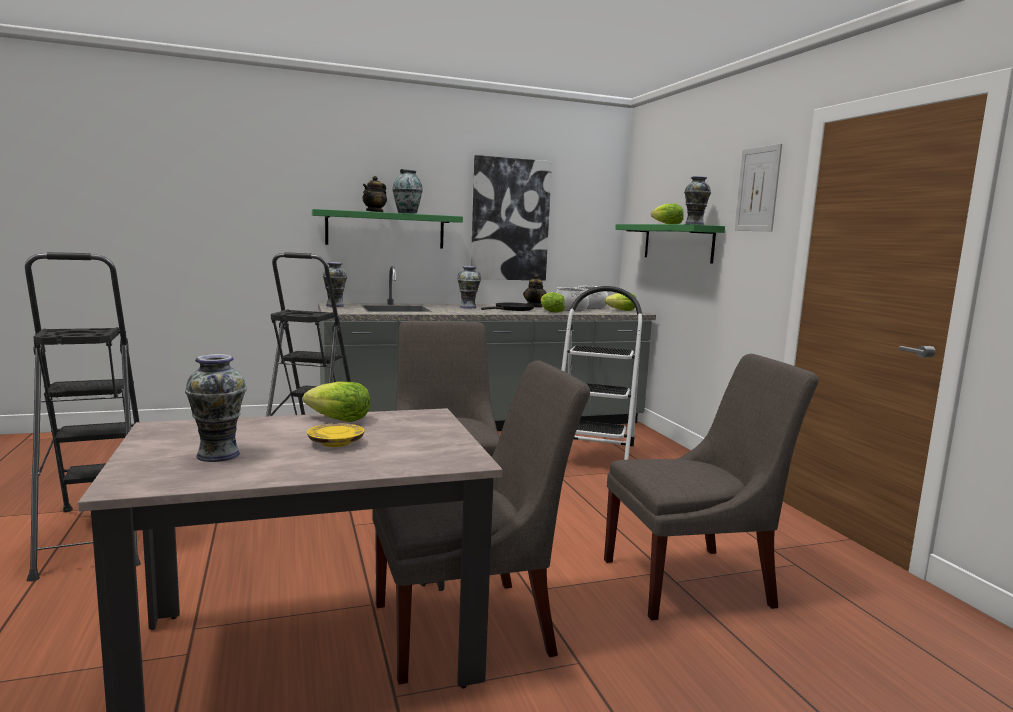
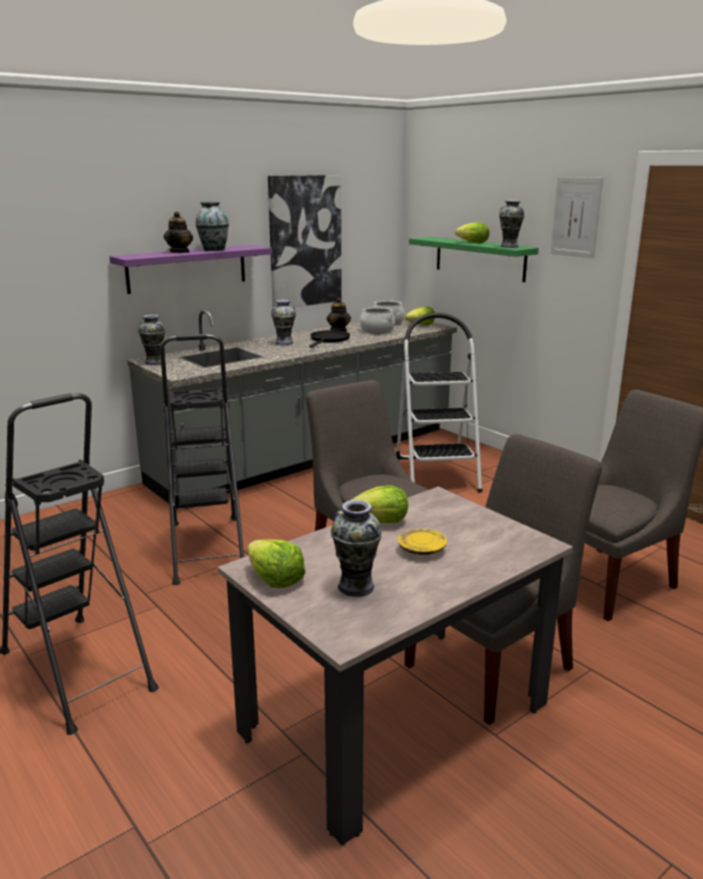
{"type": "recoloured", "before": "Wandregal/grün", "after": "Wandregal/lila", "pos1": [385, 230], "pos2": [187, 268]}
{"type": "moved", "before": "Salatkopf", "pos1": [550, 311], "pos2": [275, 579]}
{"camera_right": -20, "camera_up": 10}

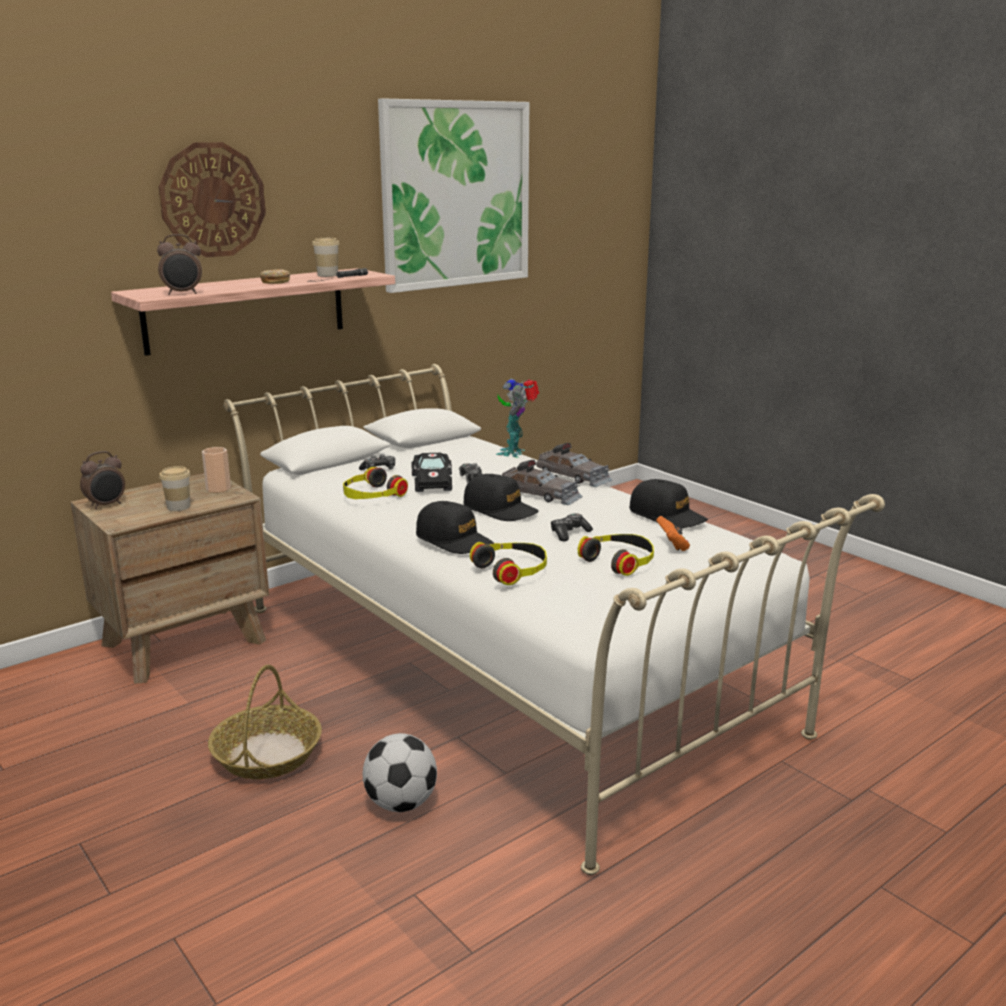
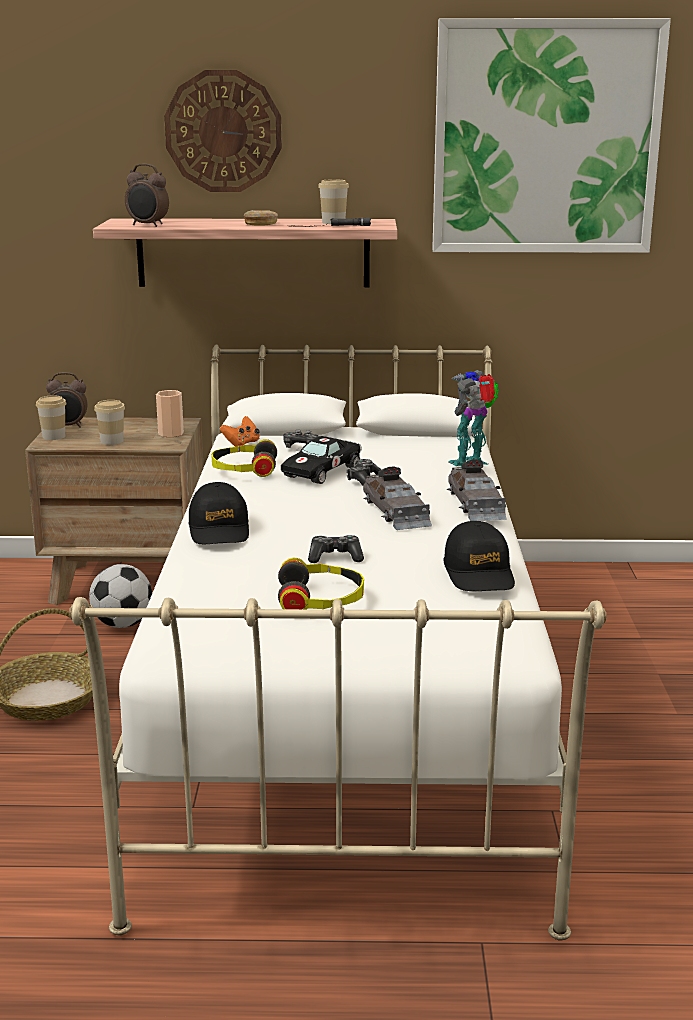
{"type": "moved", "before": "Fußball", "pos1": [400, 803], "pos2": [122, 624]}
{"type": "removed", "before": "Kappe/schwarz", "pos1": [500, 509]}
{"type": "removed", "before": "Kopfhörer", "pos1": [512, 570]}
{"type": "moved", "before": "Gamepad/orange", "pos1": [673, 546], "pos2": [241, 444]}
{"type": "added", "after": "Tasse", "pos2": [54, 436]}
{"camera_right": 40, "camera_up": 0}

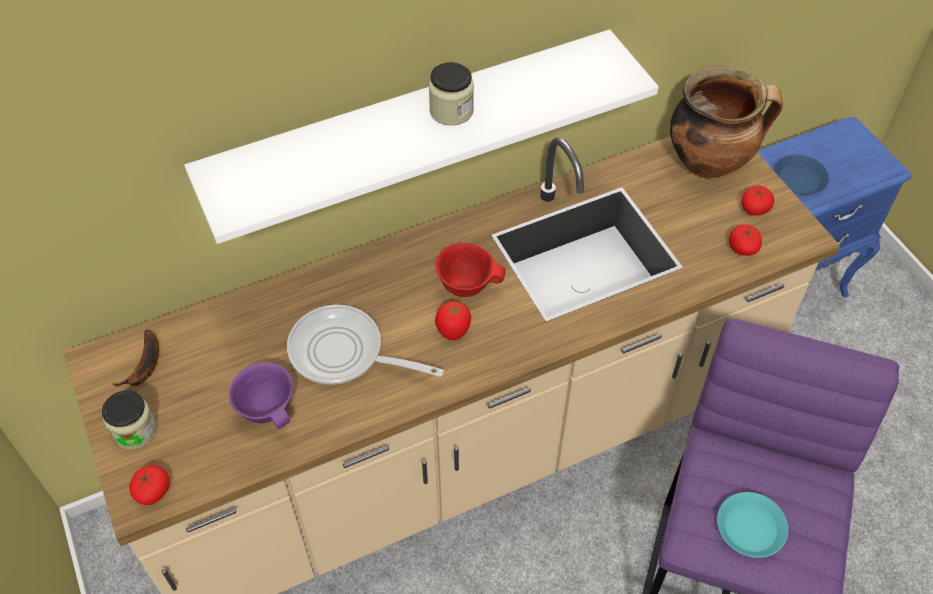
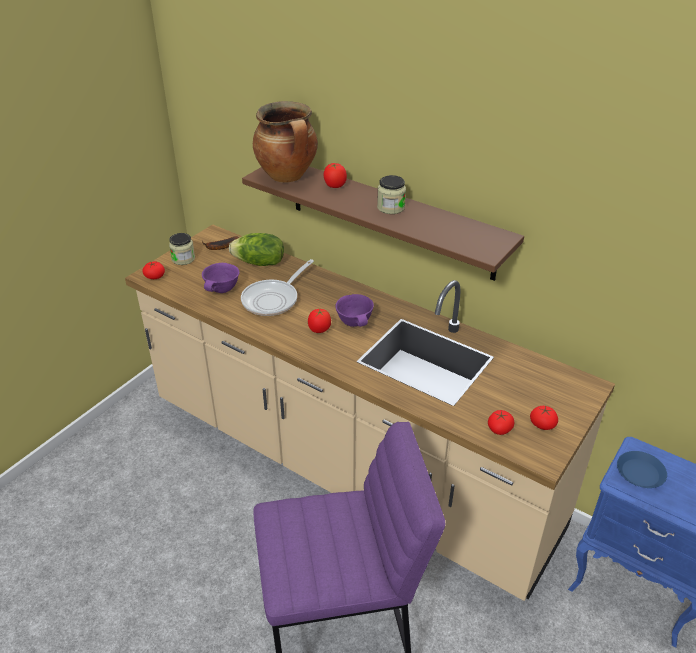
{"type": "recoloured", "before": "Wandregal/weiß", "after": "Wandregal/braun", "pos1": [411, 126], "pos2": [390, 217]}
{"type": "turned", "before": "Pfanne", "pos1": [344, 353], "pos2": [273, 299], "turn": -135}
{"type": "recoloured", "before": "Schüssel/rot", "after": "Schüssel/lila", "pos1": [466, 285], "pos2": [355, 323]}
{"type": "moved", "before": "Kochtopf", "pos1": [710, 162], "pos2": [288, 176]}
{"type": "removed", "before": "Teller/türkis", "pos1": [750, 527]}
{"type": "added", "after": "Salatkopf", "pos2": [259, 263]}
{"type": "added", "after": "Tomate", "pos2": [334, 186]}
{"camera_right": 60, "camera_up": -15}

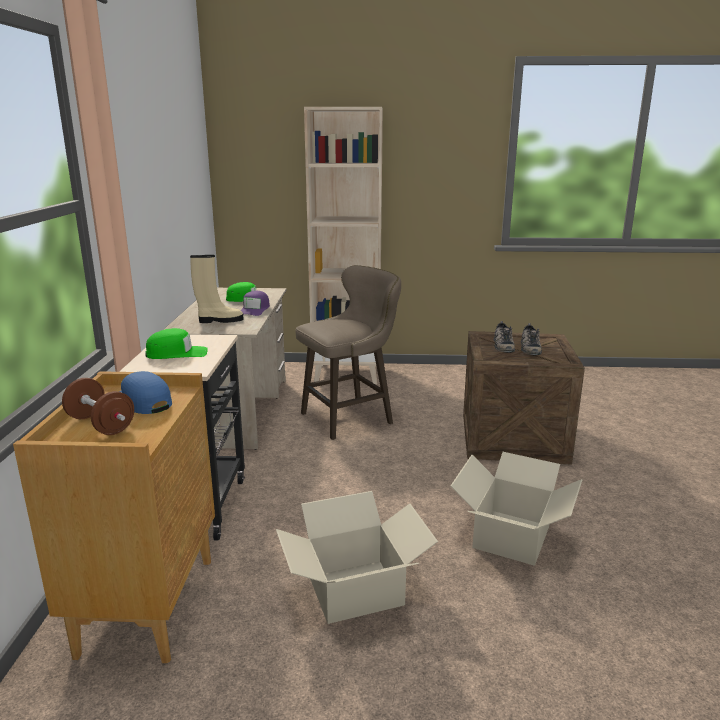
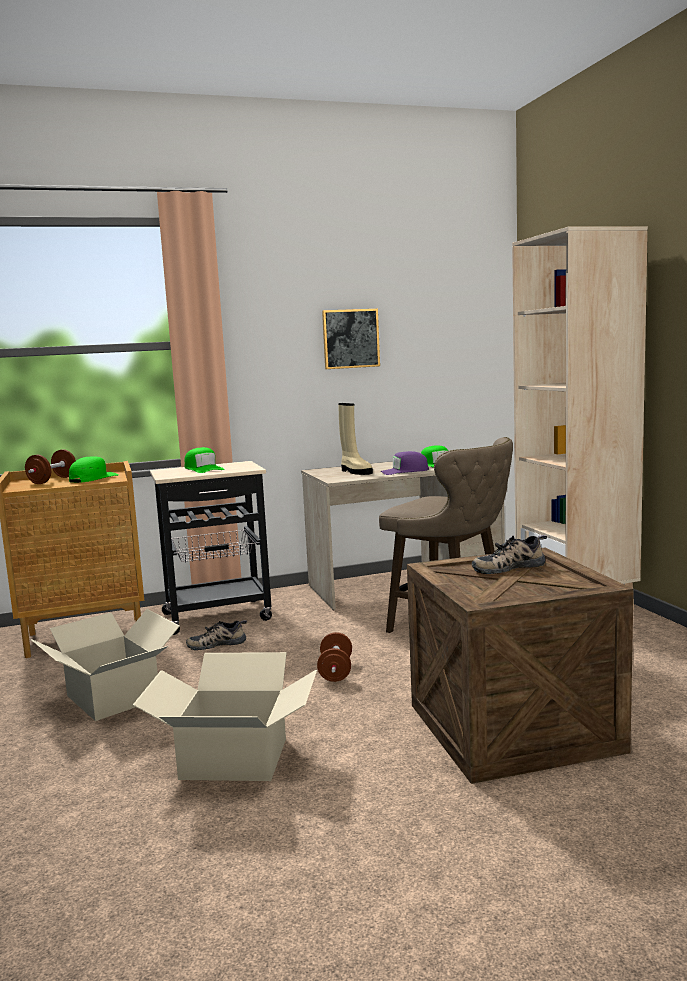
{"type": "recoloured", "before": "Kappe/blau", "after": "Kappe/grün", "pos1": [142, 402], "pos2": [93, 478]}
{"type": "moved", "before": "Schuh", "pos1": [529, 347], "pos2": [217, 643]}
{"type": "added", "after": "Hantel/braun", "pos2": [336, 671]}
{"type": "added", "after": "Bild", "pos2": [350, 338]}
{"camera_right": 70, "camera_up": -10}

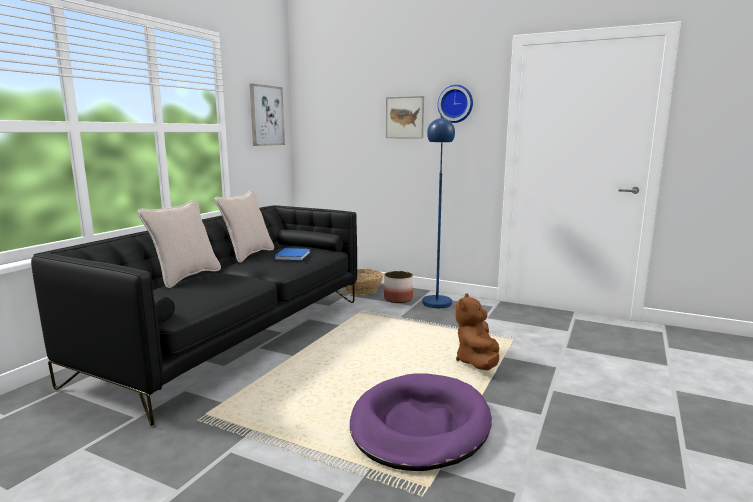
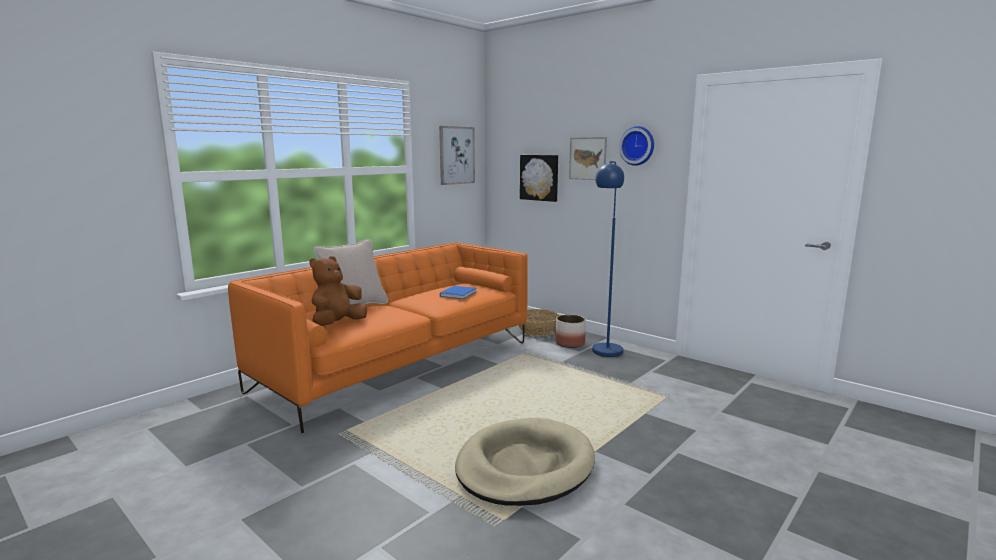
{"type": "recoloured", "before": "Sofa/schwarz", "after": "Sofa/orange", "pos1": [235, 337], "pos2": [400, 366]}
{"type": "removed", "before": "Kissen/beige", "pos1": [248, 255]}
{"type": "recoloured", "before": "Hundebett/lila", "after": "Hundebett/beige", "pos1": [419, 426], "pos2": [524, 466]}
{"type": "moved", "before": "Plüschtier/braun", "pos1": [477, 362], "pos2": [337, 324]}
{"type": "added", "after": "Bild", "pos2": [539, 177]}
{"camera_right": 15, "camera_up": 0}

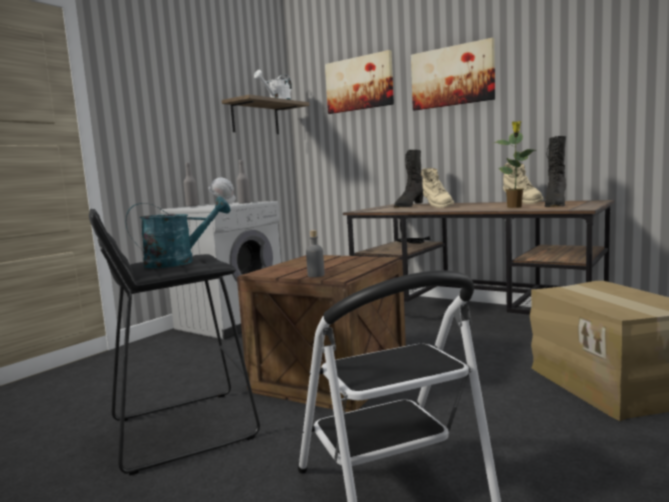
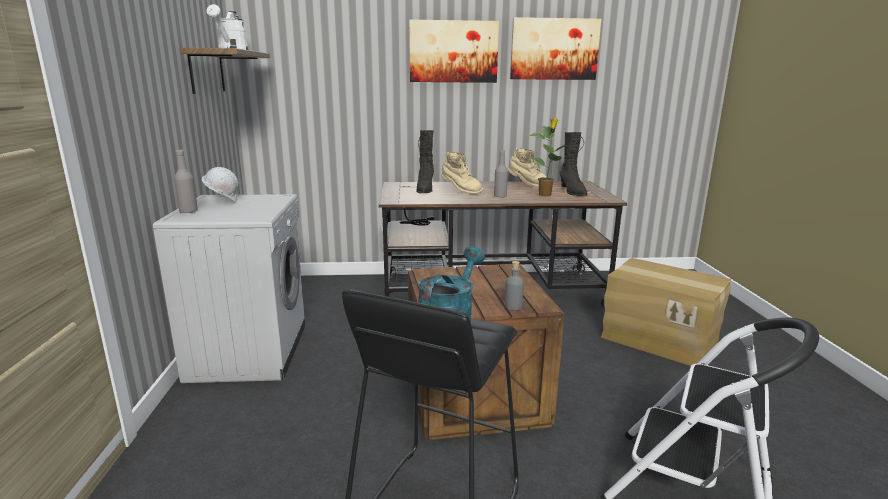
{"type": "moved", "before": "Flasche/grau", "pos1": [244, 203], "pos2": [500, 196]}
{"type": "moved", "before": "Bild", "pos1": [359, 83], "pos2": [554, 49]}
{"camera_right": -40, "camera_up": 10}

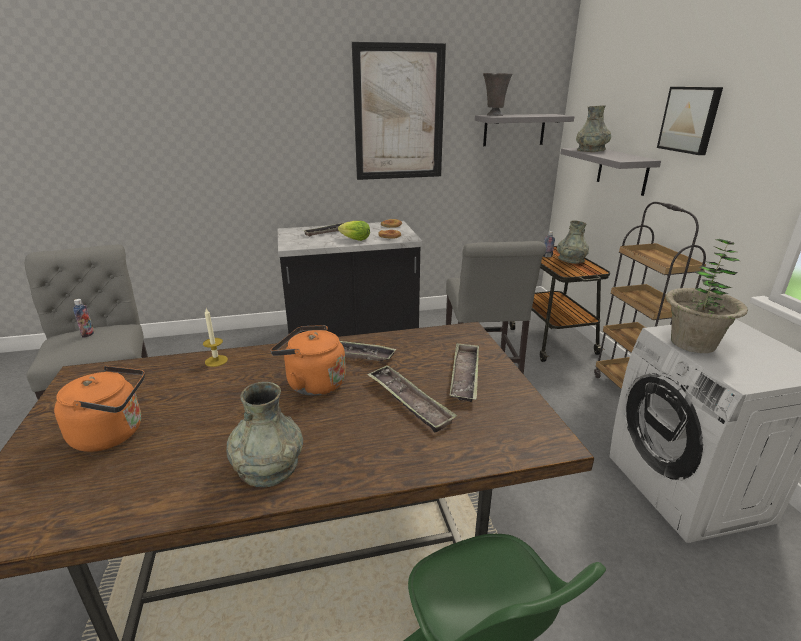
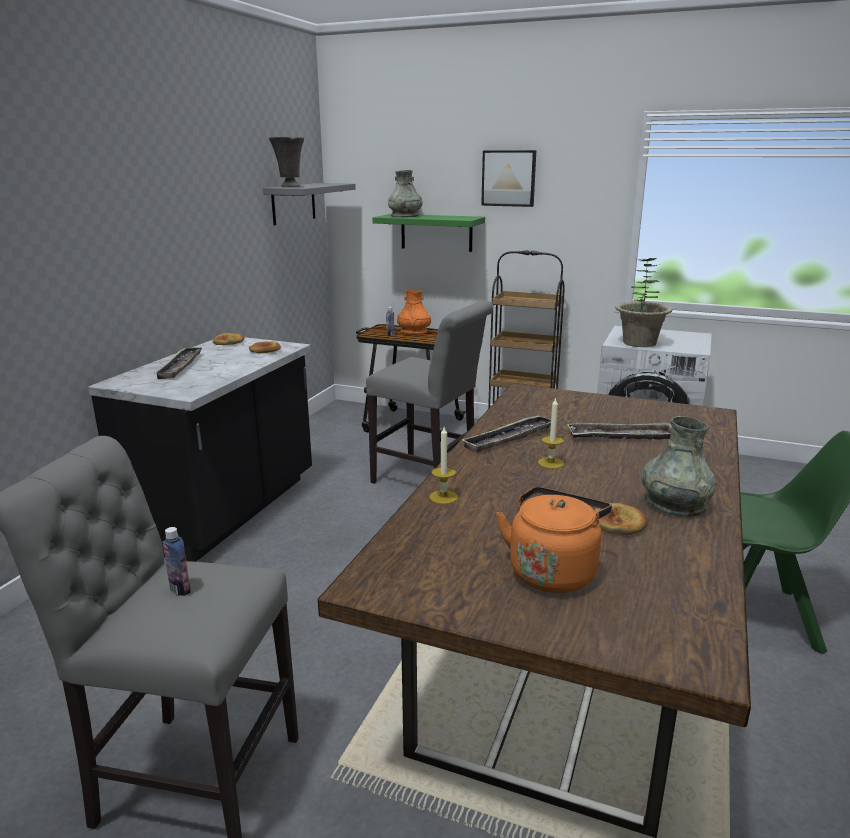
{"type": "replaced", "before": "Wasserkessel/orange", "after": "Kerze", "pos1": [312, 383], "pos2": [551, 463]}
{"type": "removed", "before": "Salatkopf", "pos1": [355, 239]}
{"type": "removed", "before": "Bild", "pos1": [399, 114]}
{"type": "removed", "before": "Tablett", "pos1": [465, 375]}
{"type": "recoloured", "before": "Vase/grau", "after": "Vase/orange", "pos1": [570, 260], "pos2": [414, 332]}
{"type": "recoloured", "before": "Wandregal/grau", "after": "Wandregal/grün", "pos1": [622, 171], "pos2": [436, 232]}
{"type": "added", "after": "Brot", "pos2": [618, 523]}
{"camera_right": -55, "camera_up": -5}

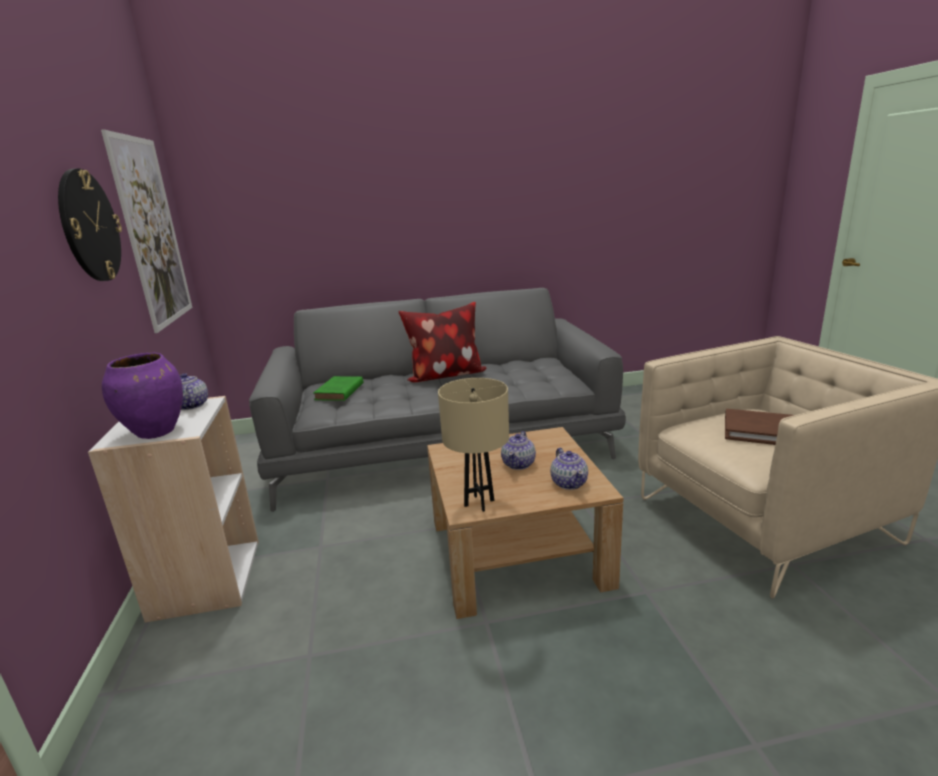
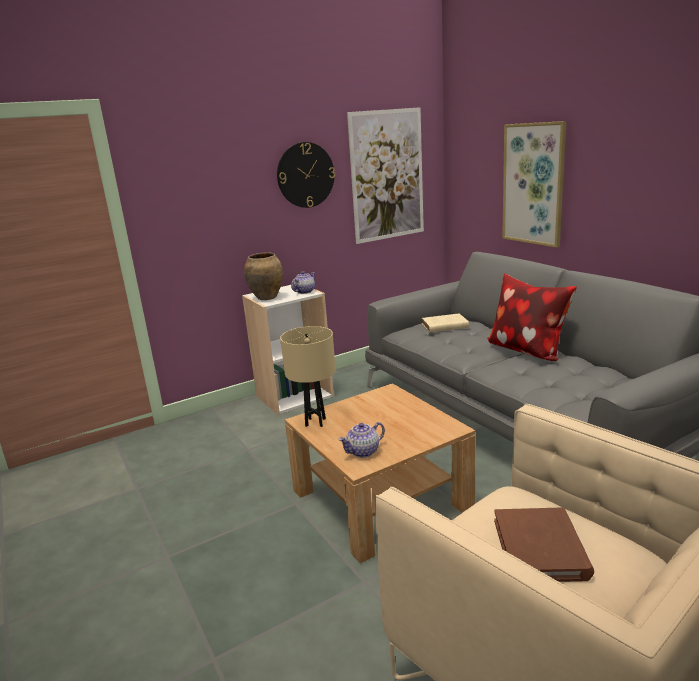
{"type": "recoloured", "before": "Vase/lila", "after": "Vase/braun", "pos1": [157, 432], "pos2": [267, 297]}
{"type": "recoloured", "before": "Buch/grün", "after": "Buch/beige", "pos1": [339, 392], "pos2": [443, 326]}
{"type": "removed", "before": "Teekanne", "pos1": [519, 464]}
{"type": "added", "after": "Bild", "pos2": [533, 184]}
{"camera_right": 70, "camera_up": 0}

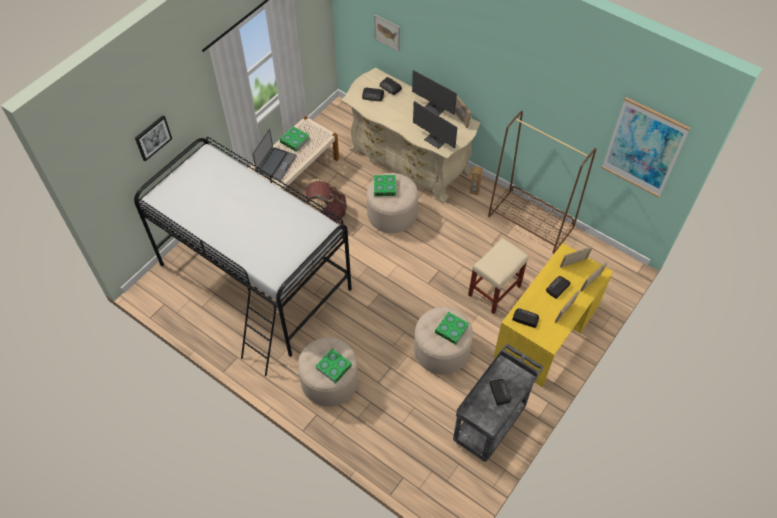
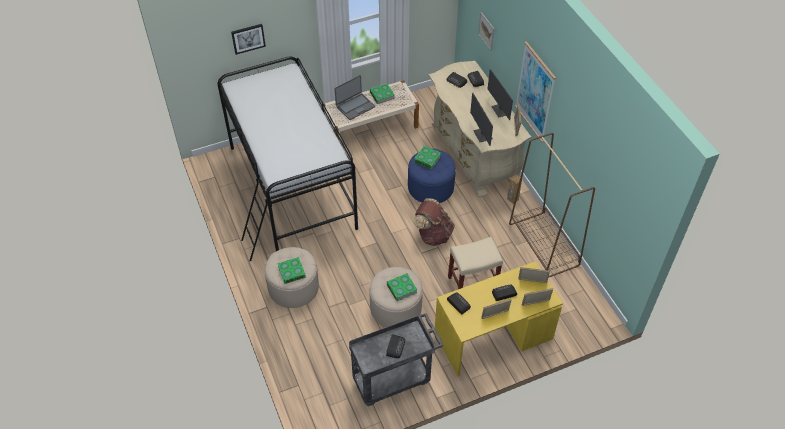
{"type": "moved", "before": "Rucksack/braun", "pos1": [327, 213], "pos2": [433, 234]}
{"type": "recoloured", "before": "Polsterhocker/beige", "after": "Polsterhocker/blau", "pos1": [392, 214], "pos2": [430, 187]}
{"type": "moved", "before": "Bild", "pos1": [643, 148], "pos2": [535, 92]}
{"camera_right": 30, "camera_up": -5}

